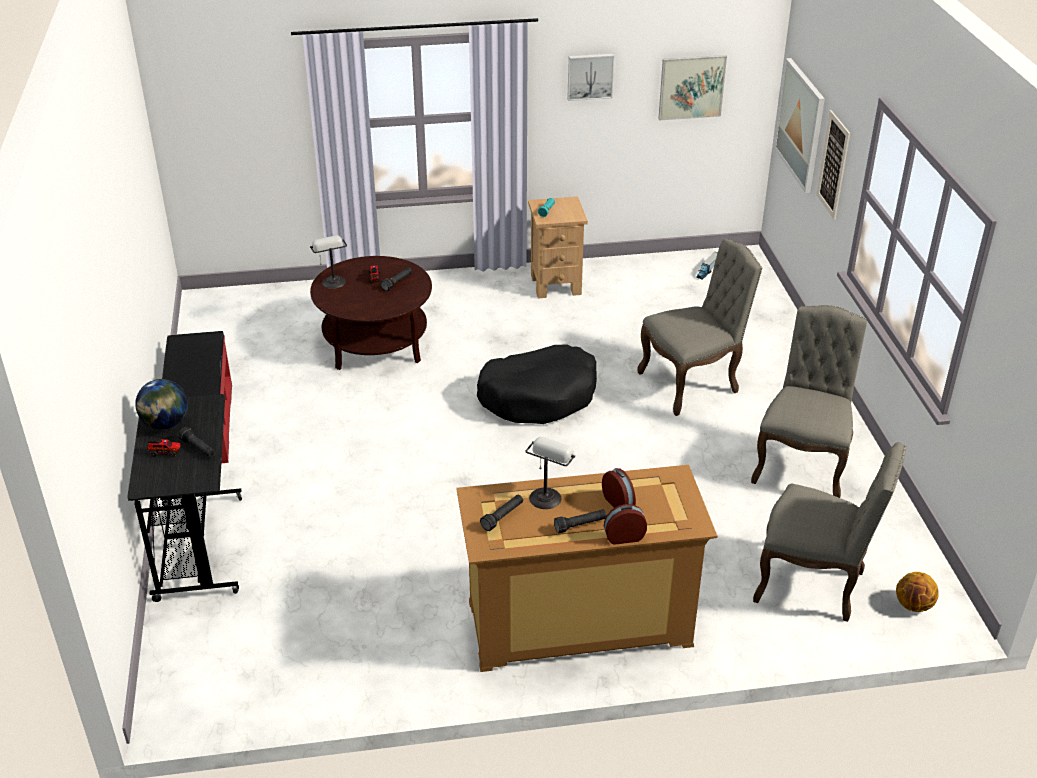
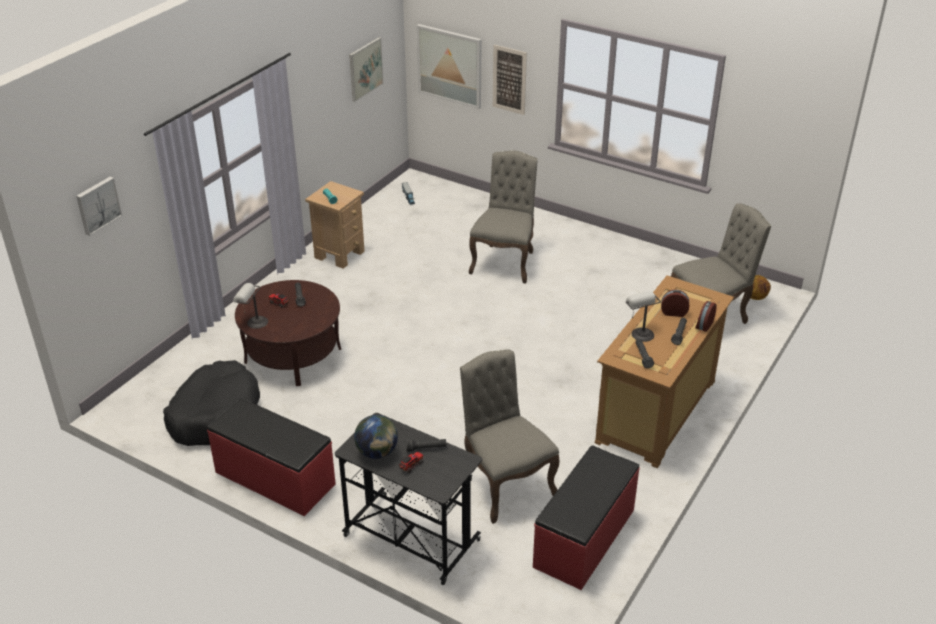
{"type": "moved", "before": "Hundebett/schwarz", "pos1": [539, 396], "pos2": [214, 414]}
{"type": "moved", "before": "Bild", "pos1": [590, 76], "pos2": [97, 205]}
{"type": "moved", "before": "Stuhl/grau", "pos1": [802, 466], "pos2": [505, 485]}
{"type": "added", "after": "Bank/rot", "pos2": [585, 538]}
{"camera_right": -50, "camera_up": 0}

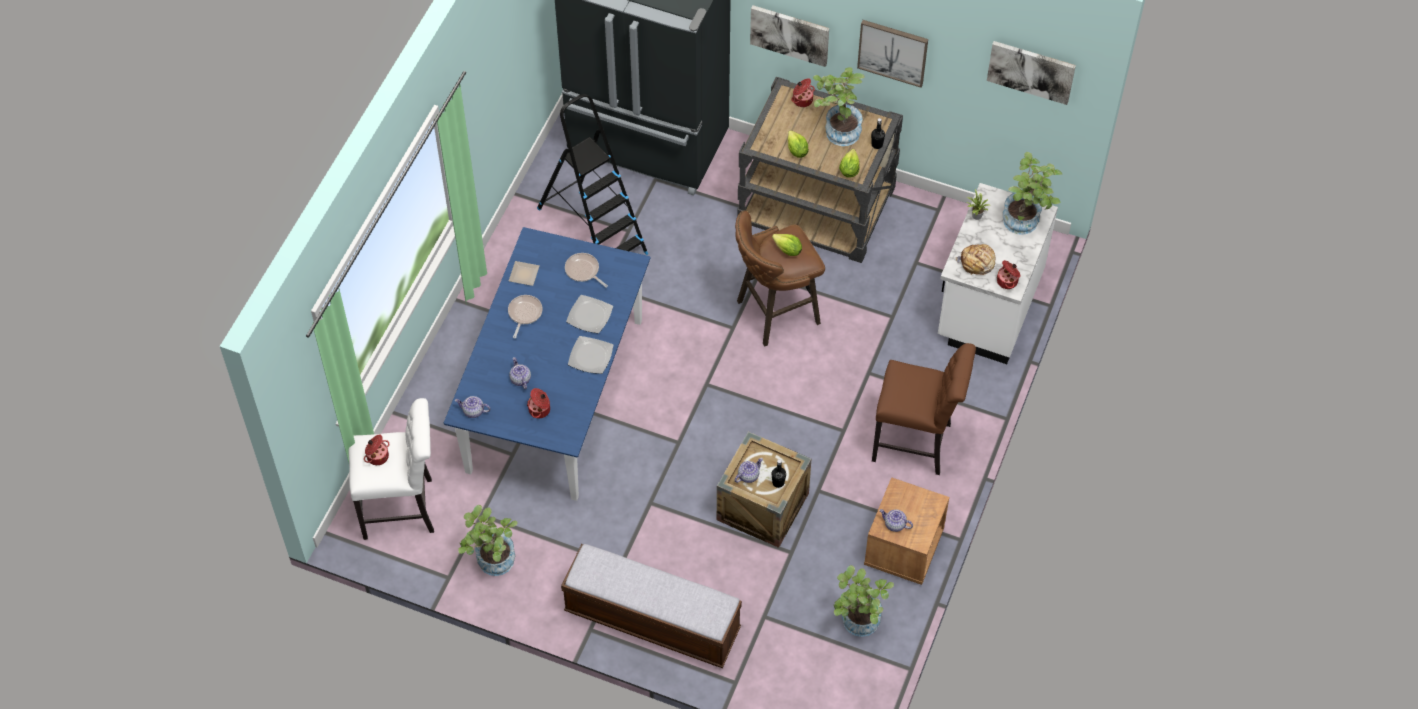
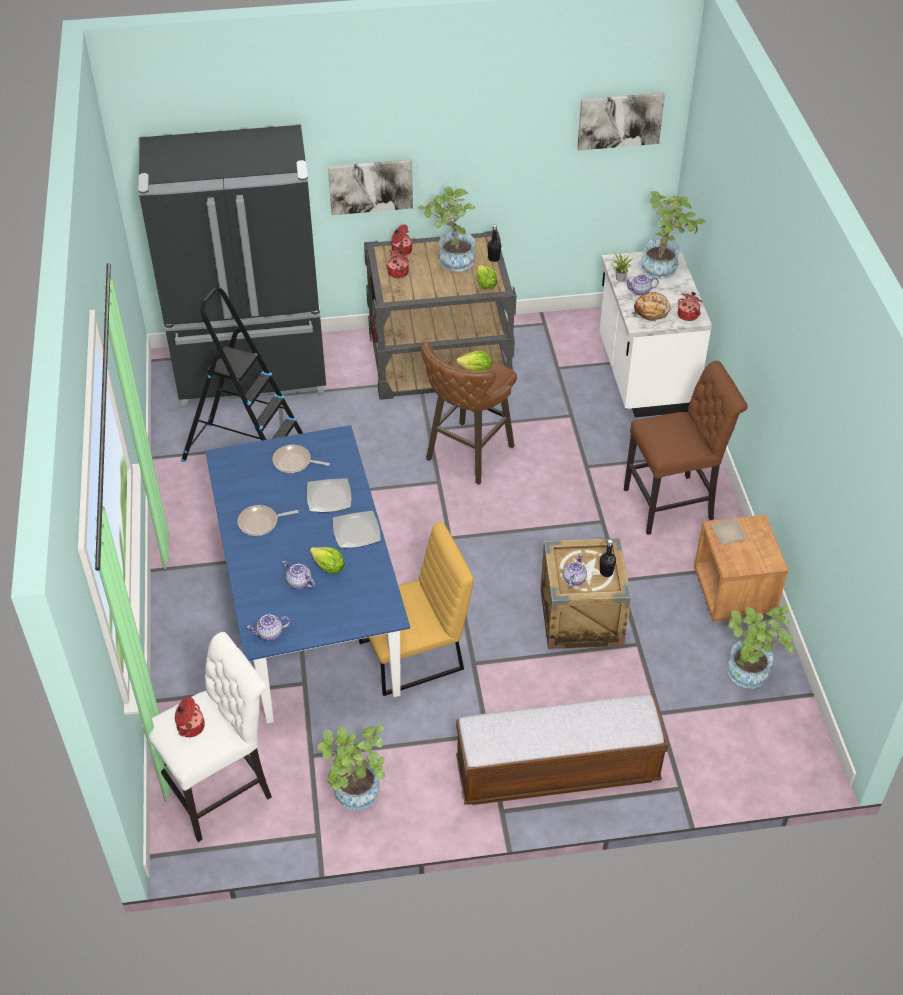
{"type": "turned", "before": "Pfanne", "pos1": [524, 314], "pos2": [261, 523], "turn": -90}
{"type": "moved", "before": "Teller", "pos1": [523, 275], "pos2": [728, 534]}
{"type": "moved", "before": "Kochtopf", "pos1": [540, 410], "pos2": [399, 272]}
{"type": "moved", "before": "Salatkopf", "pos1": [796, 151], "pos2": [328, 567]}
{"type": "removed", "before": "Bild", "pos1": [893, 52]}
{"type": "moved", "before": "Teekanne", "pos1": [894, 524], "pos2": [640, 291]}
{"type": "added", "after": "Stuhl/gelb", "pos2": [414, 655]}
{"camera_right": -30, "camera_up": -10}

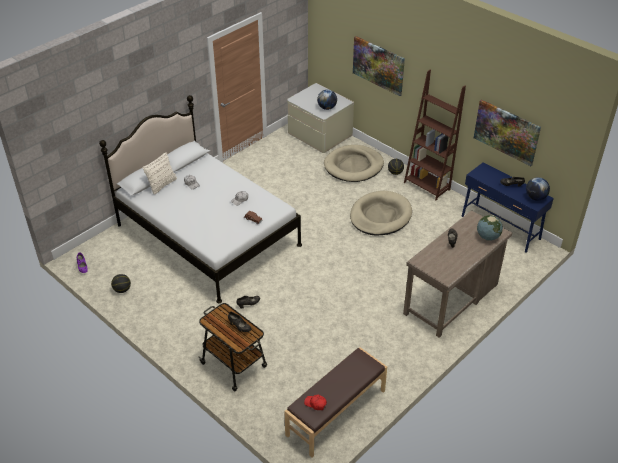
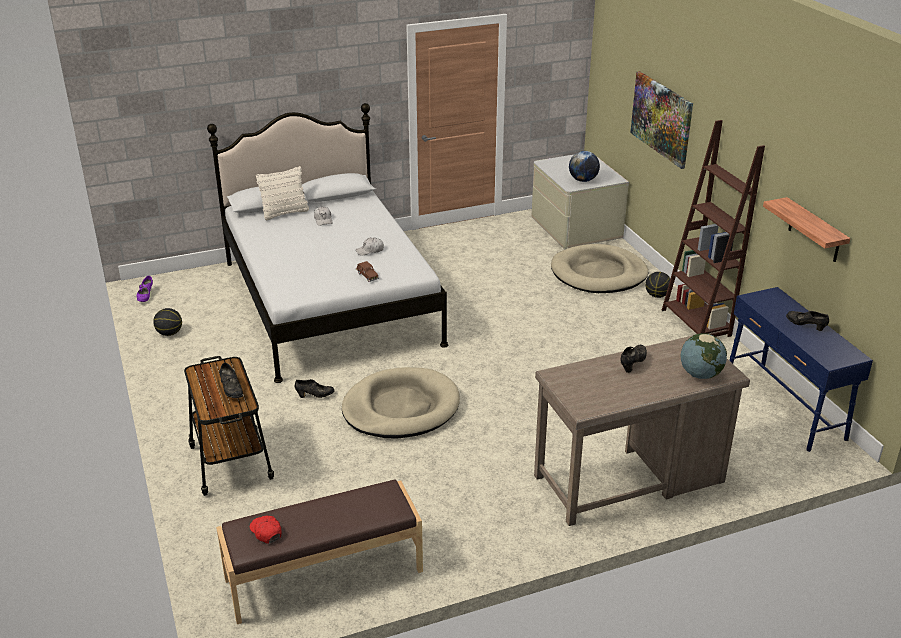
{"type": "moved", "before": "Hundebett/beige", "pos1": [380, 216], "pos2": [401, 408]}
{"type": "replaced", "before": "Bild", "after": "Wandregal", "pos1": [506, 132], "pos2": [814, 231]}
{"type": "removed", "before": "Globus", "pos1": [535, 197]}
{"camera_right": 25, "camera_up": -10}

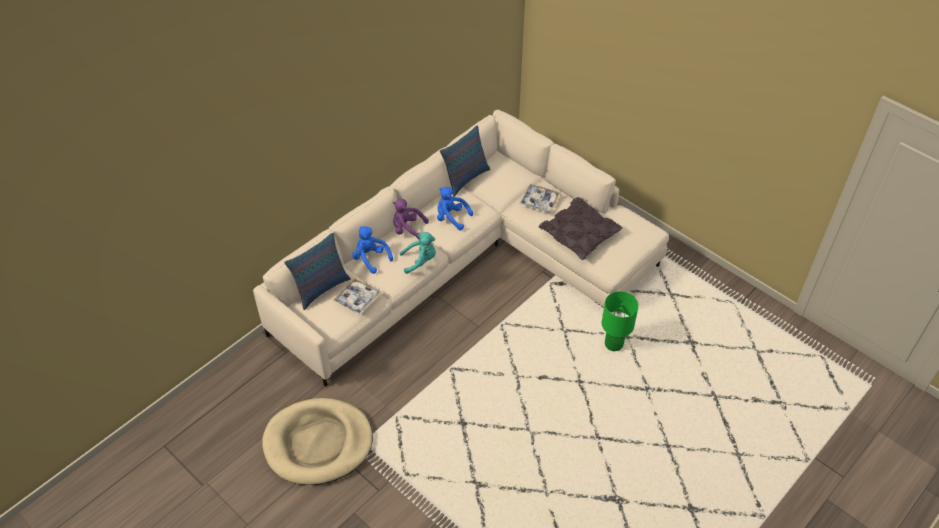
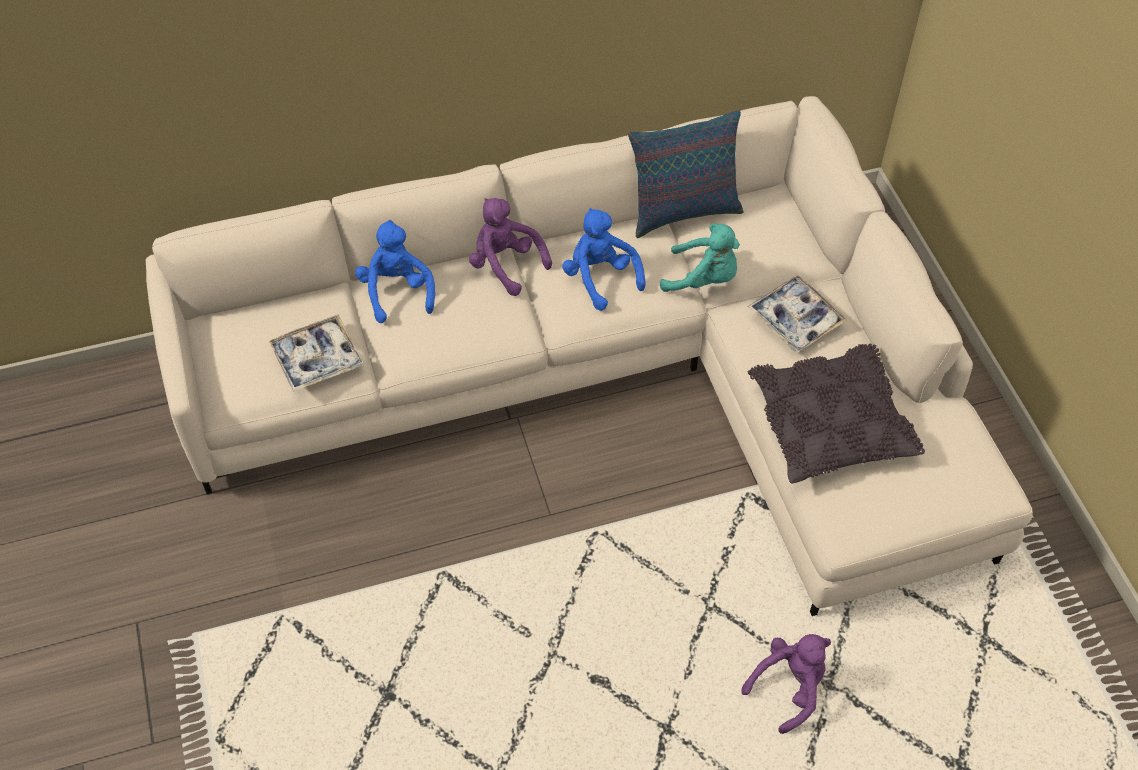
{"type": "removed", "before": "Hundebett/beige", "pos1": [318, 443]}
{"type": "removed", "before": "Kissen/blau", "pos1": [322, 289]}
{"type": "moved", "before": "Plüschtier/türkis", "pos1": [420, 261], "pos2": [703, 279]}
{"type": "replaced", "before": "Tischlampe/grün", "after": "Plüschtier/lila", "pos1": [614, 345], "pos2": [789, 688]}
{"camera_right": 30, "camera_up": 5}

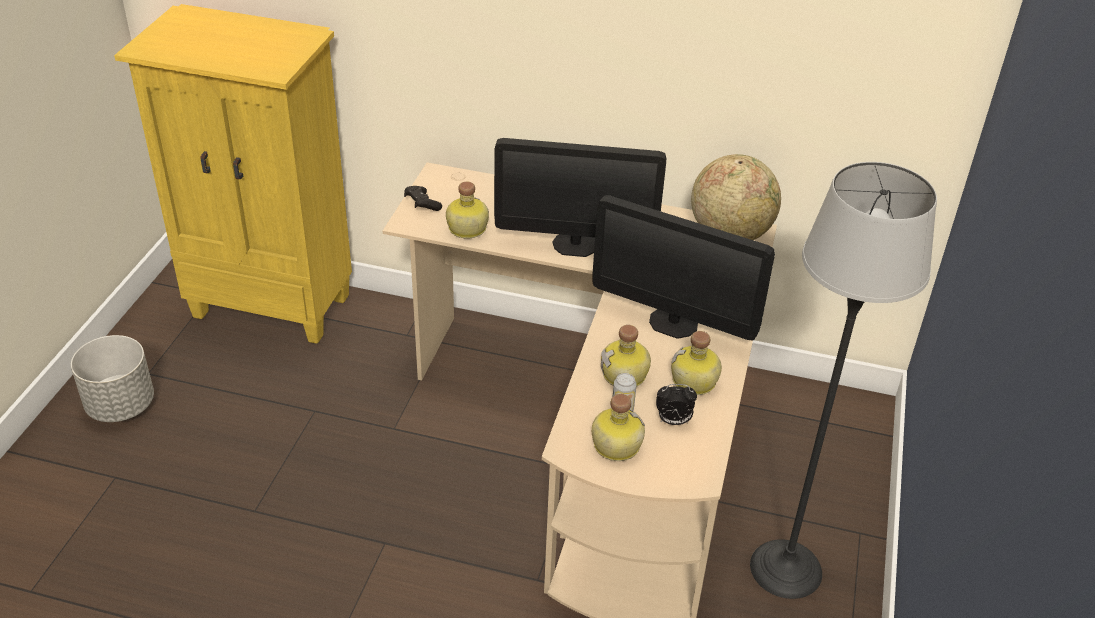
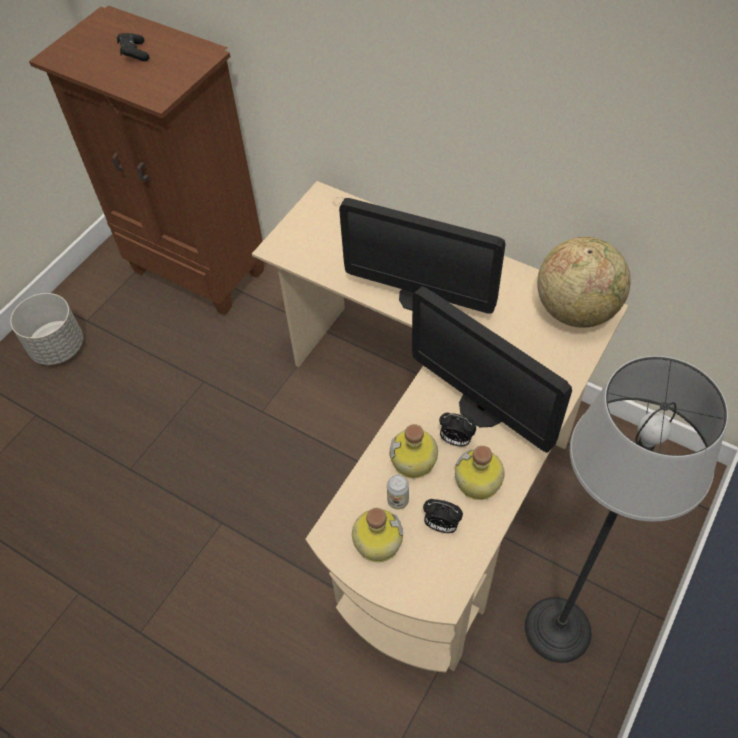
{"type": "recoloured", "before": "Schrank/gelb", "after": "Schrank/braun", "pos1": [271, 308], "pos2": [198, 273]}
{"type": "moved", "before": "Gamepad/schwarz", "pos1": [422, 205], "pos2": [134, 53]}
{"type": "removed", "before": "Flasche", "pos1": [466, 229]}
{"type": "added", "after": "Wecker", "pos2": [455, 440]}
{"camera_right": 20, "camera_up": 15}

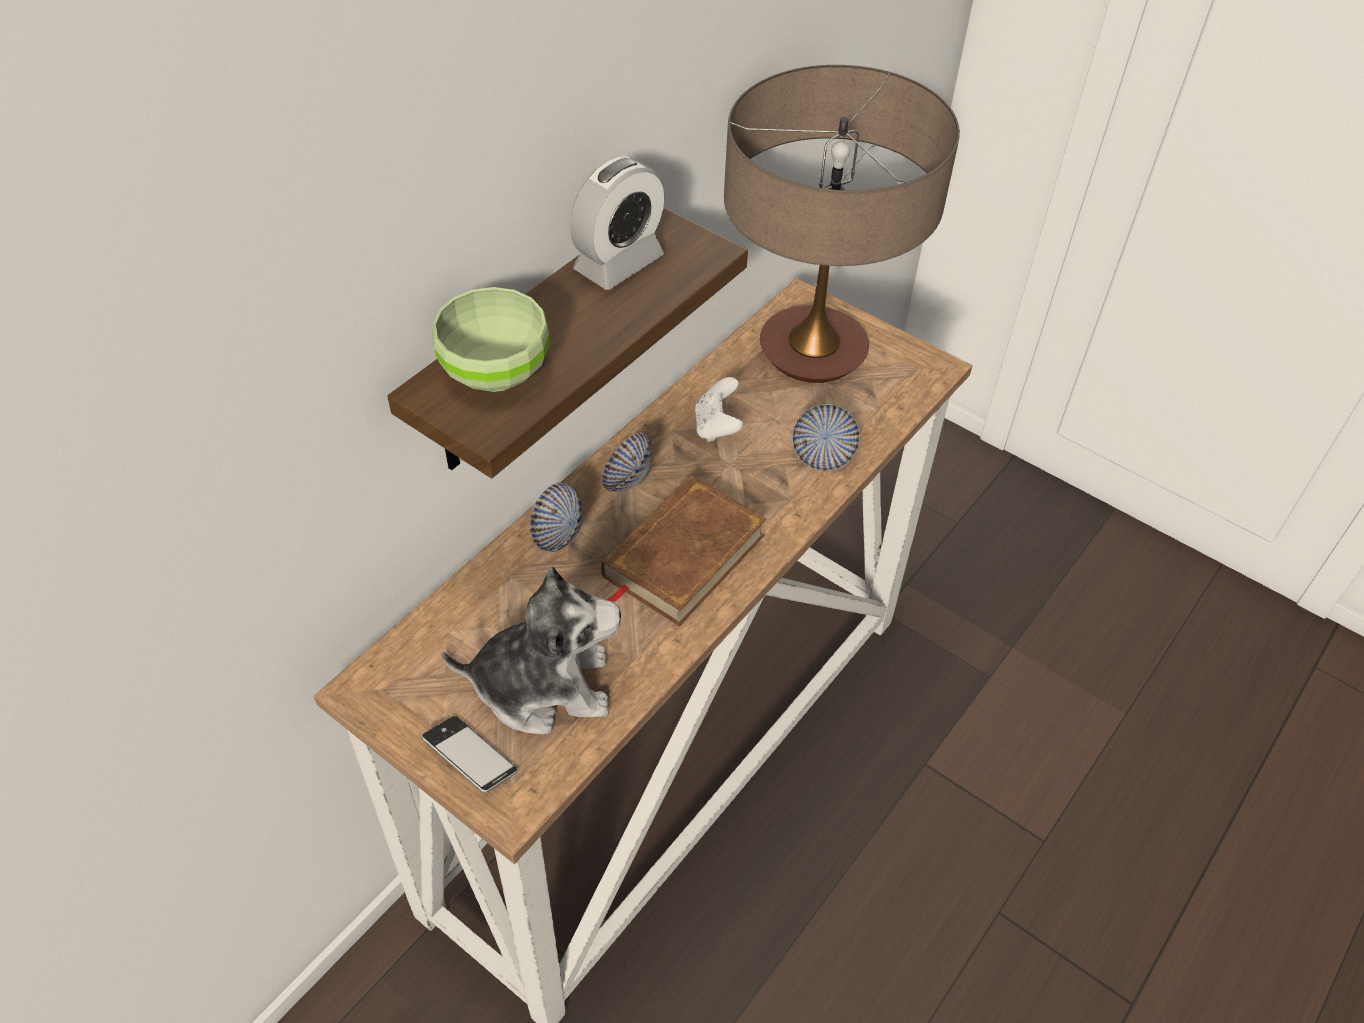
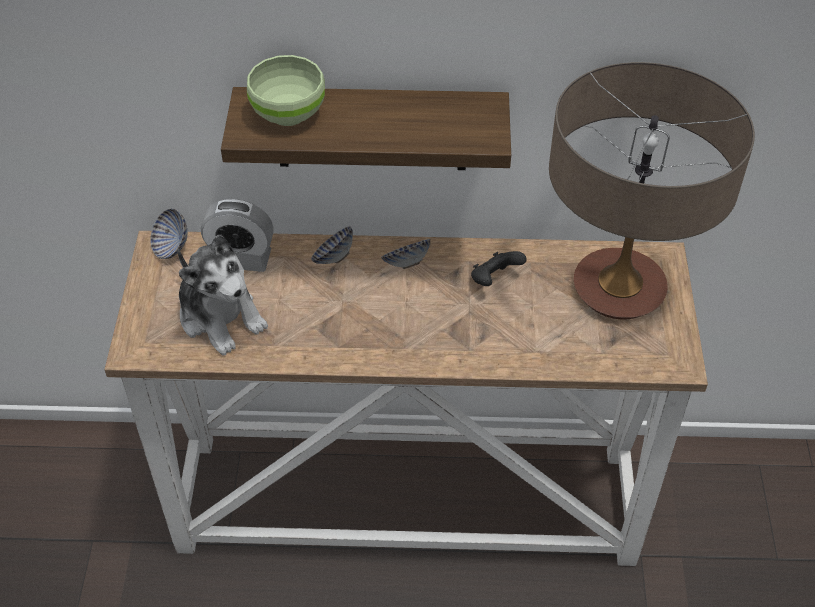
{"type": "removed", "before": "Handy", "pos1": [470, 758]}
{"type": "moved", "before": "Wecker", "pos1": [619, 263], "pos2": [241, 258]}
{"type": "removed", "before": "Buch/braun", "pos1": [682, 555]}
{"type": "recoloured", "before": "Gamepad/weiß", "after": "Gamepad/schwarz", "pos1": [717, 427], "pos2": [494, 279]}
{"type": "moved", "before": "Schüssel", "pos1": [823, 455], "pos2": [171, 247]}
{"camera_right": 55, "camera_up": 0}

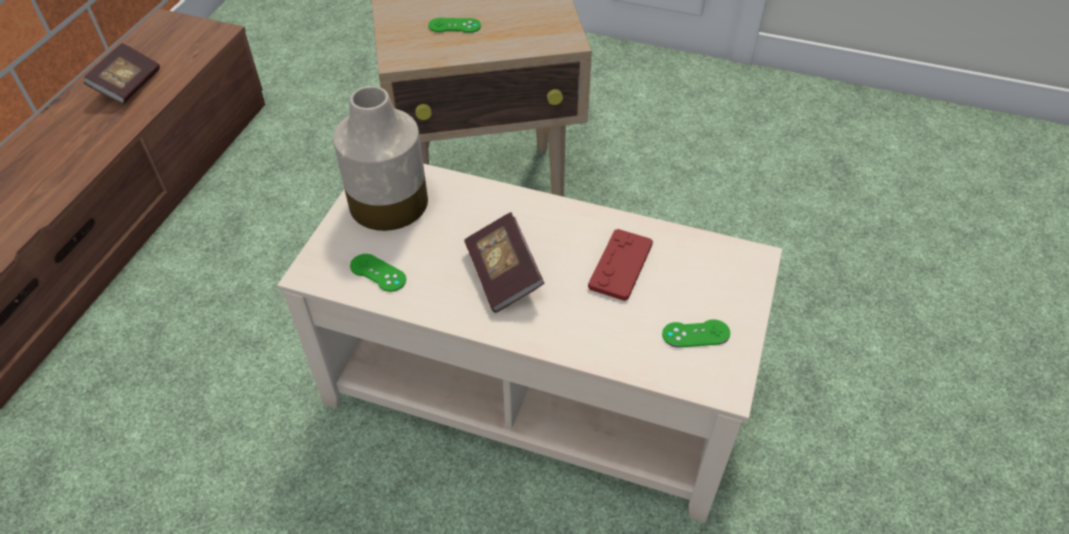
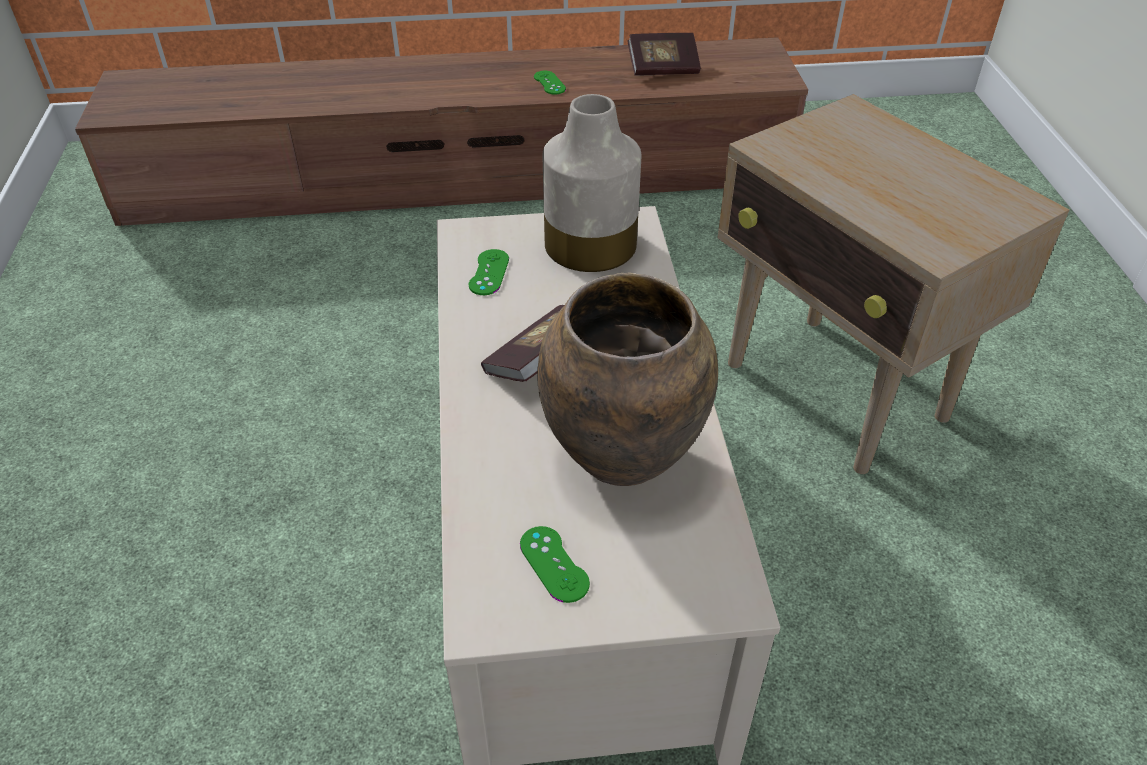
{"type": "moved", "before": "Gamepad/grün", "pos1": [454, 26], "pos2": [549, 83]}
{"type": "replaced", "before": "Gamepad/rot", "after": "Vase/braun", "pos1": [620, 265], "pos2": [623, 456]}
{"camera_right": 65, "camera_up": -5}

